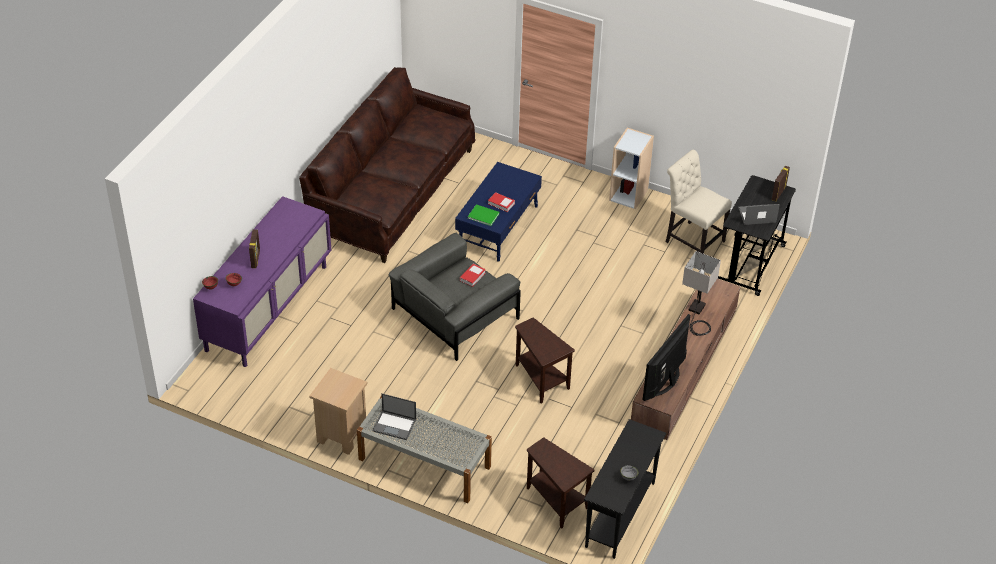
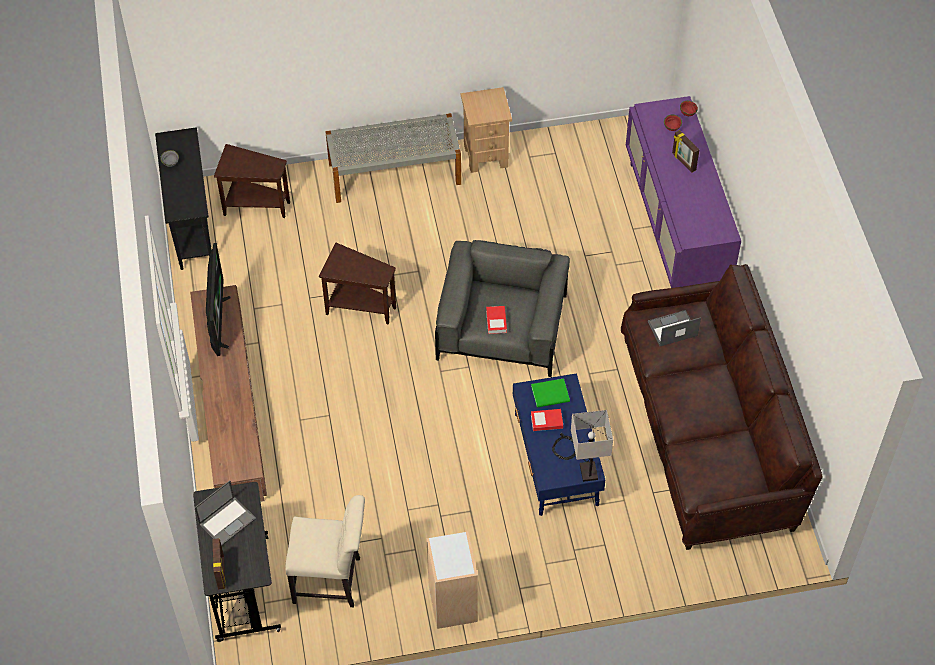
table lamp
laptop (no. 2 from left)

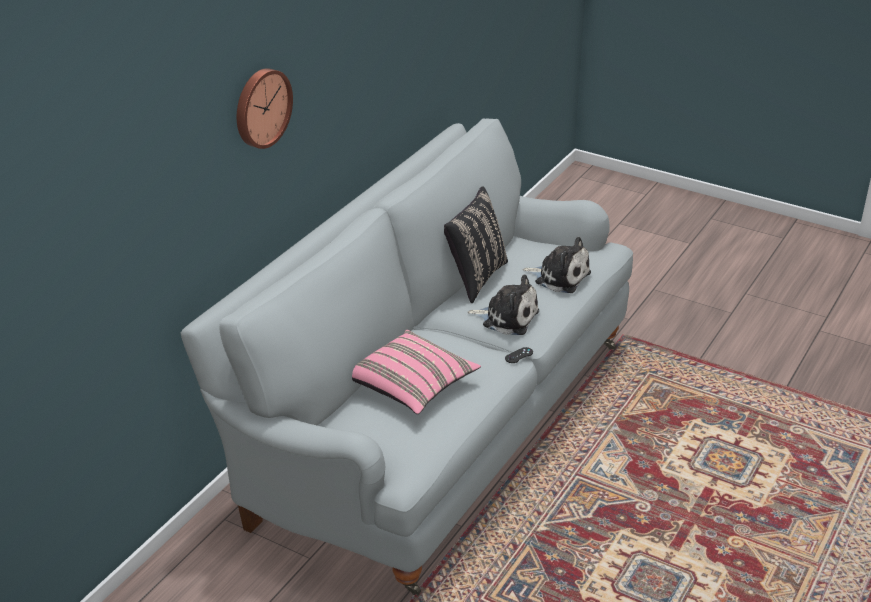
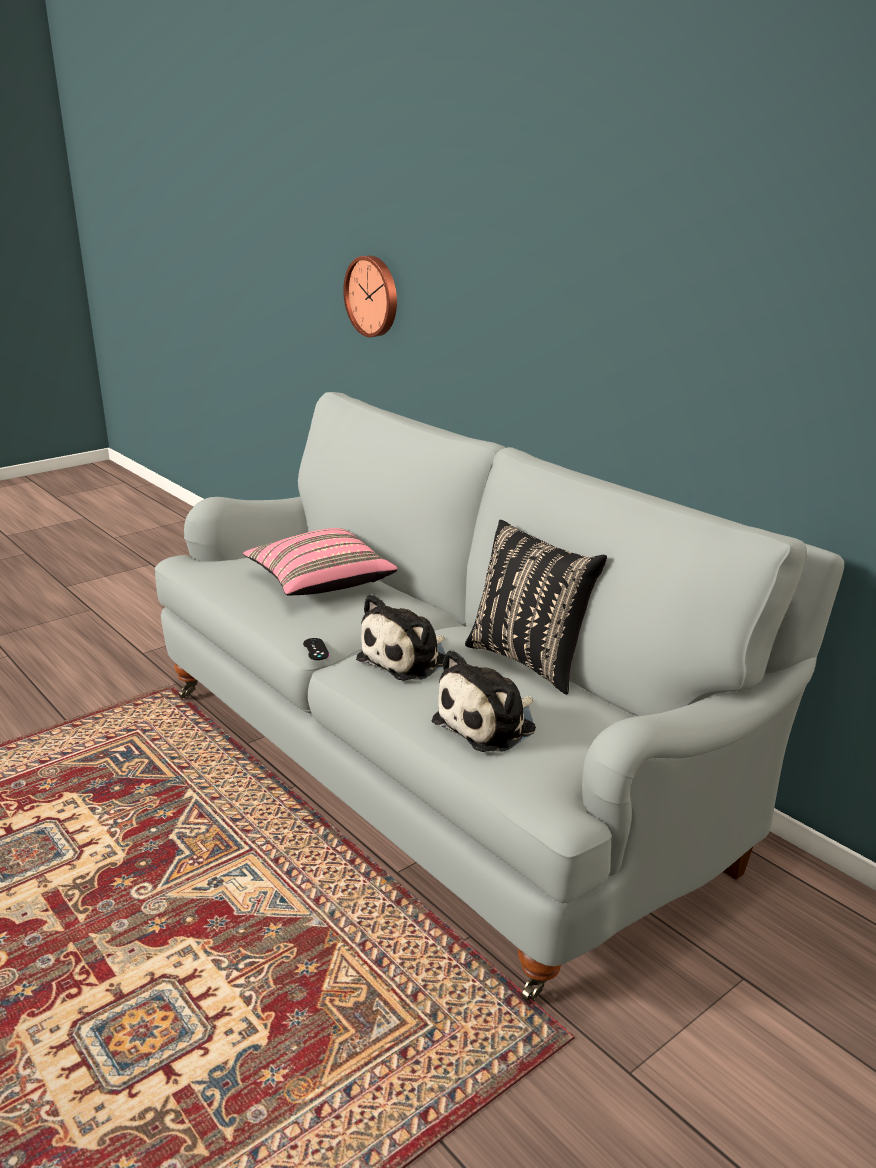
wall clock

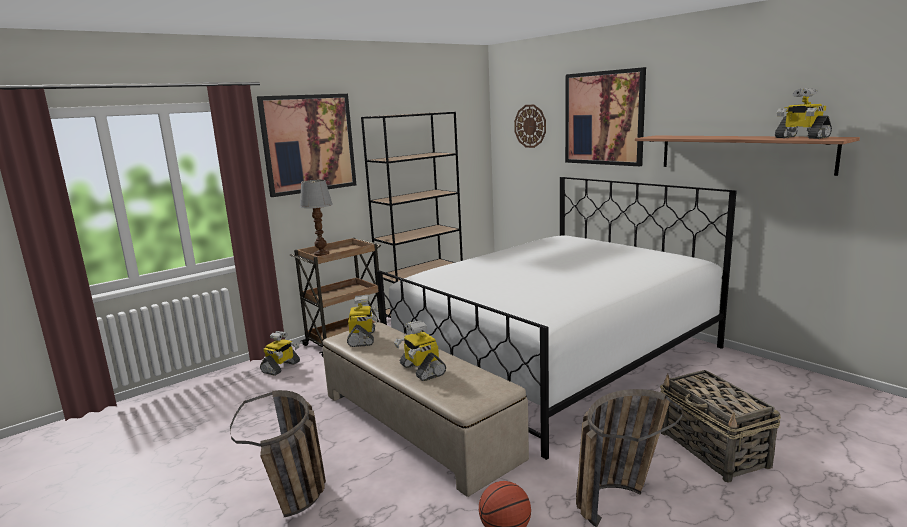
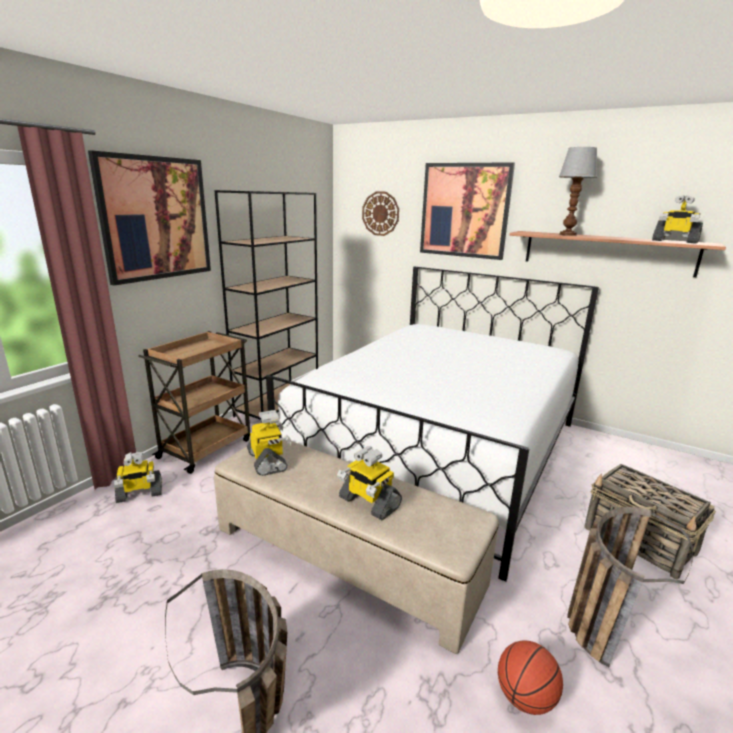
toy robot (no. 1 from left)
table lamp

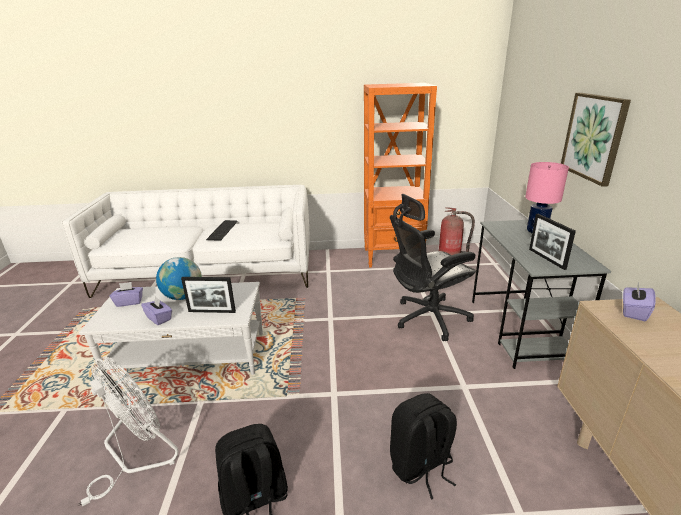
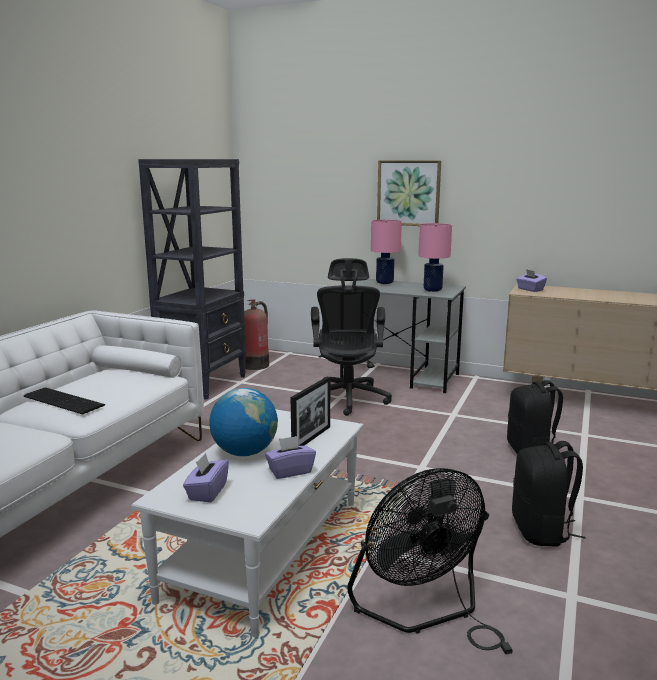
black bookcase
black fan
pink table lamp (no. 2 from left)

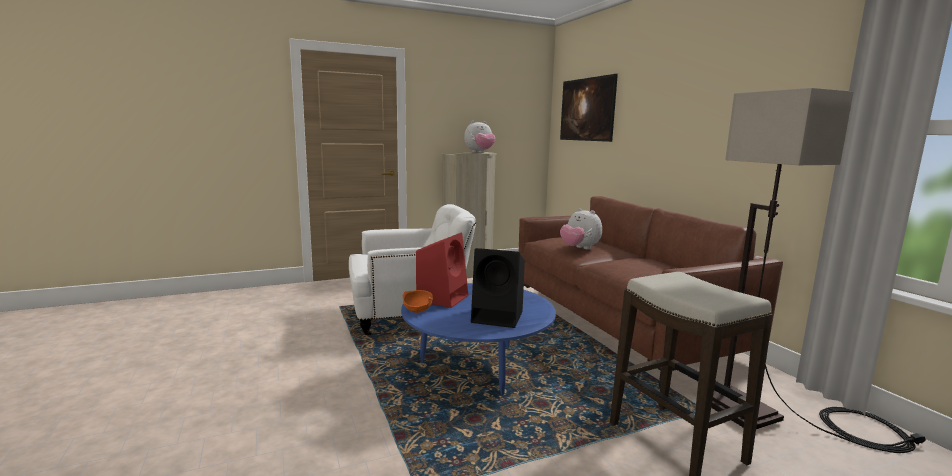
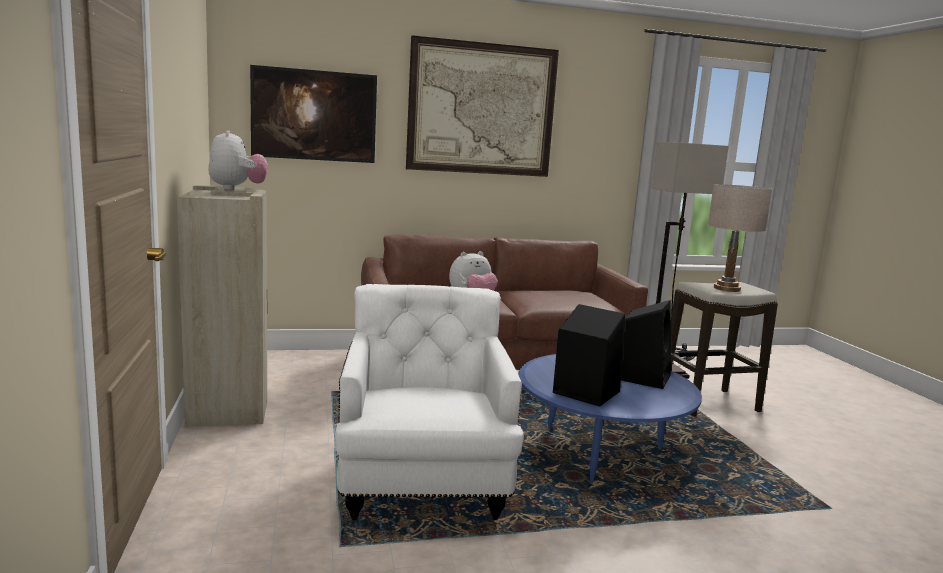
picture (no. 2 from left)
black speaker (no. 1 from left)
beige table lamp
orange bowl

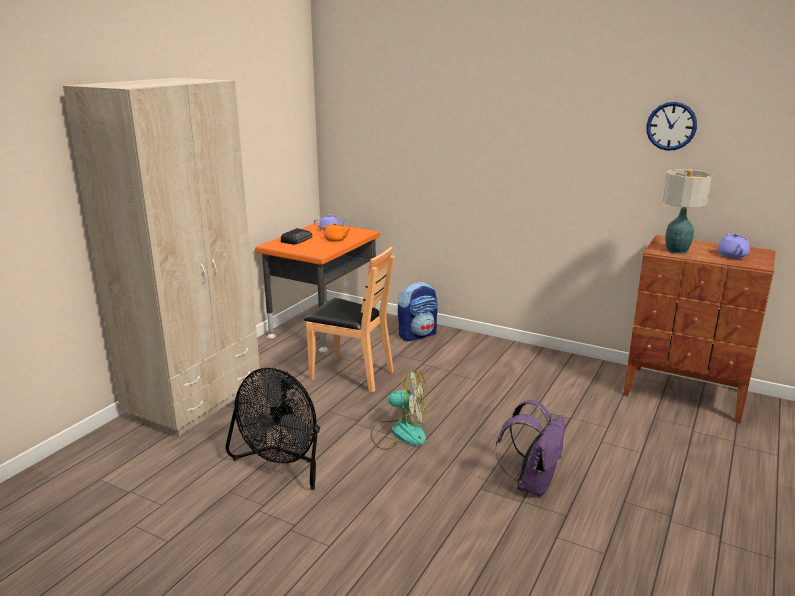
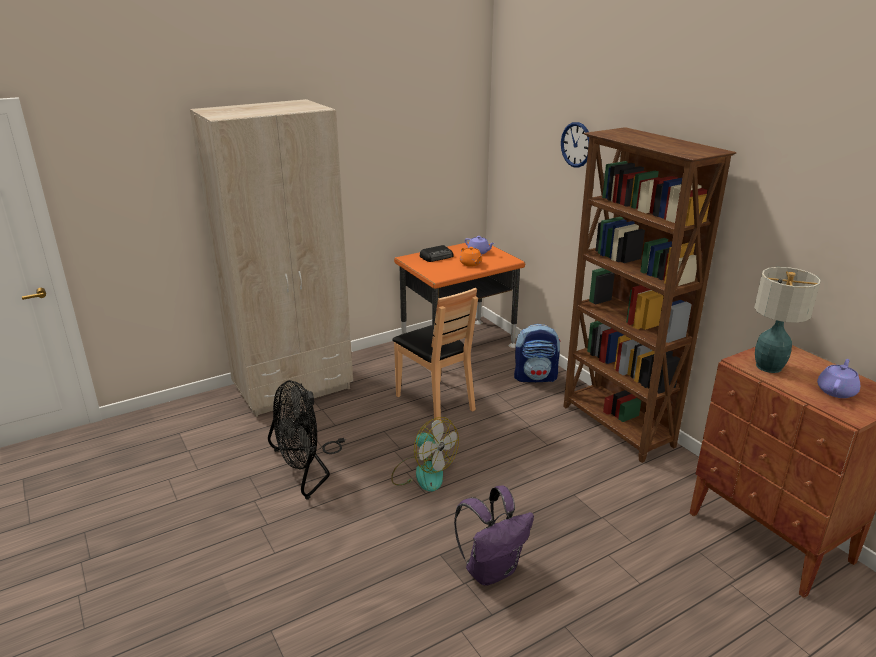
wall clock
brown bookcase

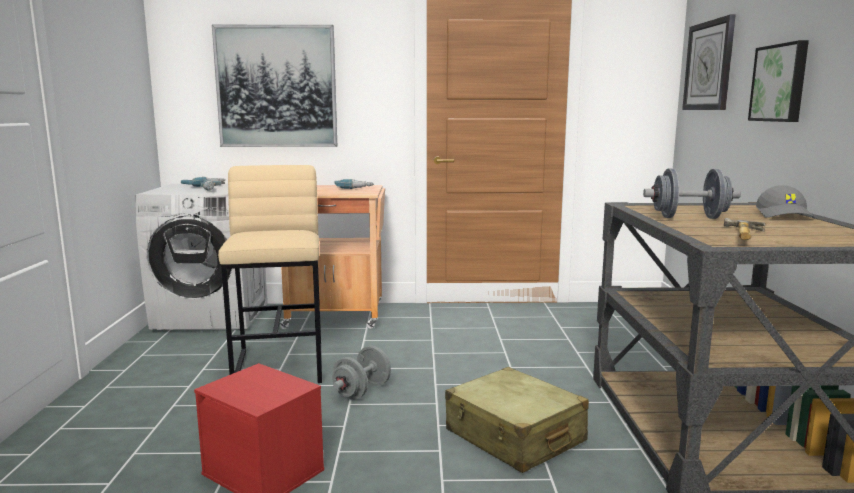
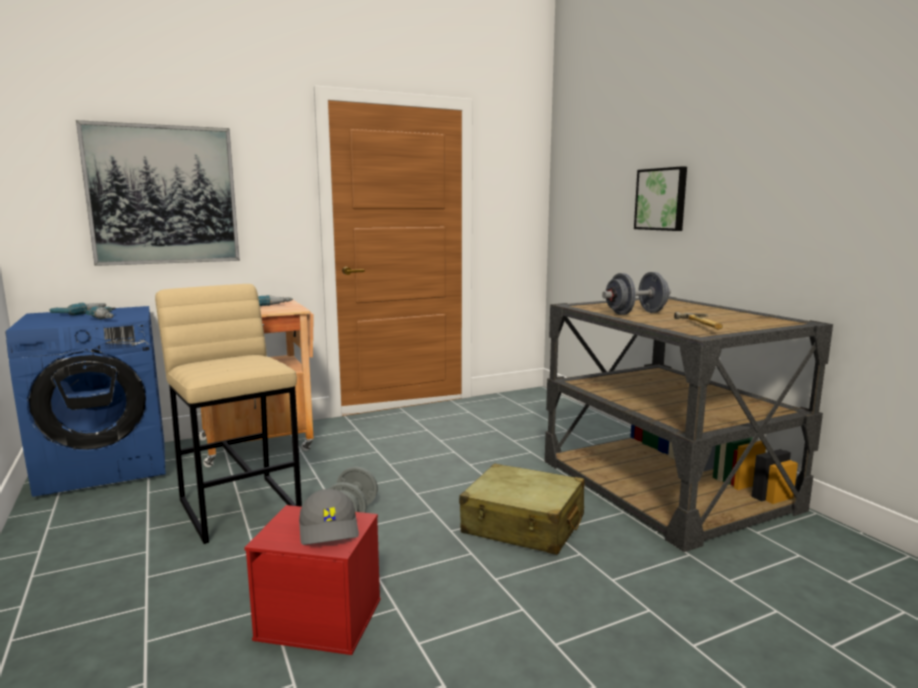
blue washing machine
grey cap
wall clock

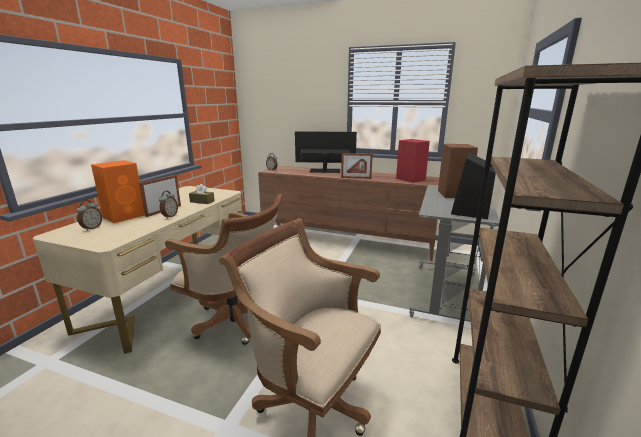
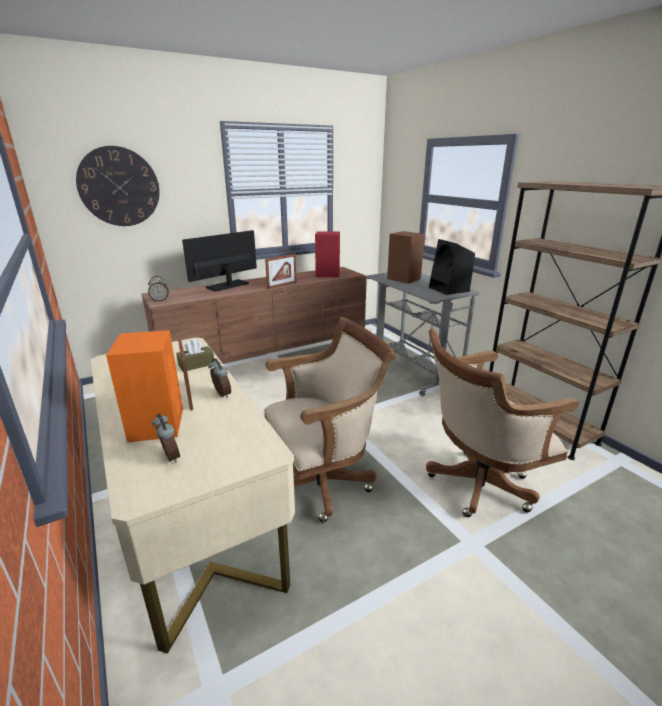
wall clock

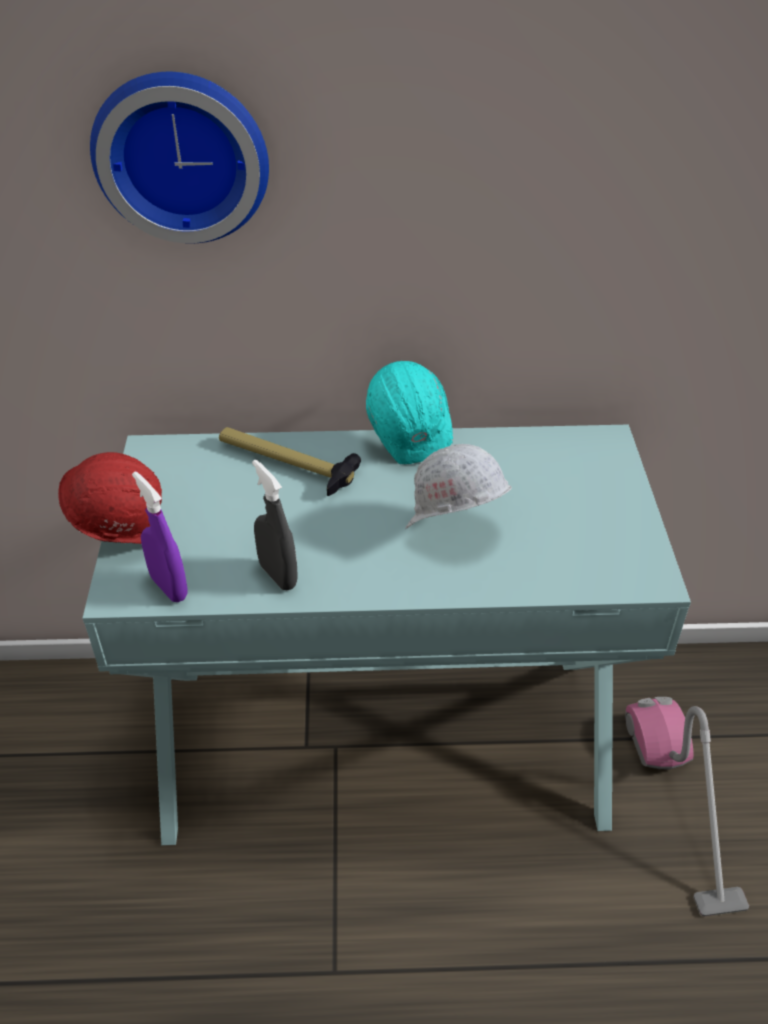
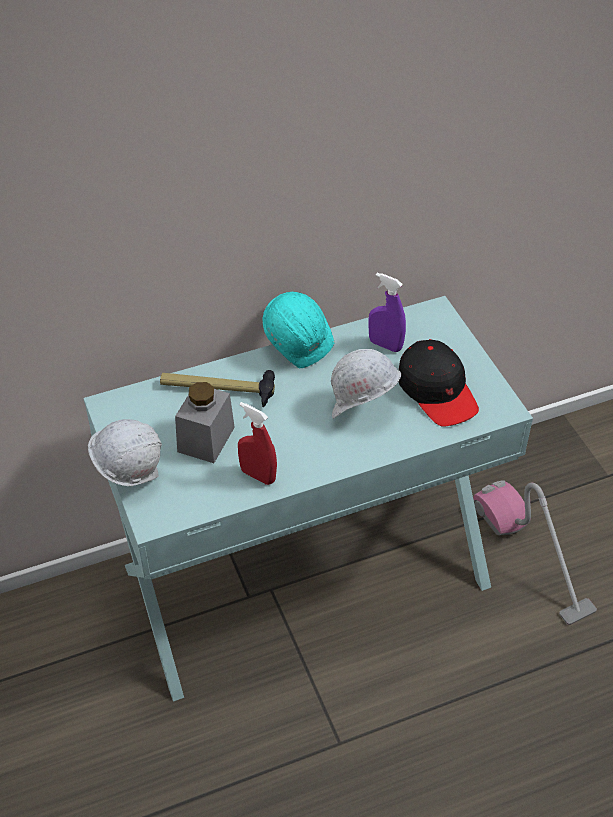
white hard hat (no. 1 from left)
grey jar
red spray bottle
purple spray bottle
black cap
wall clock

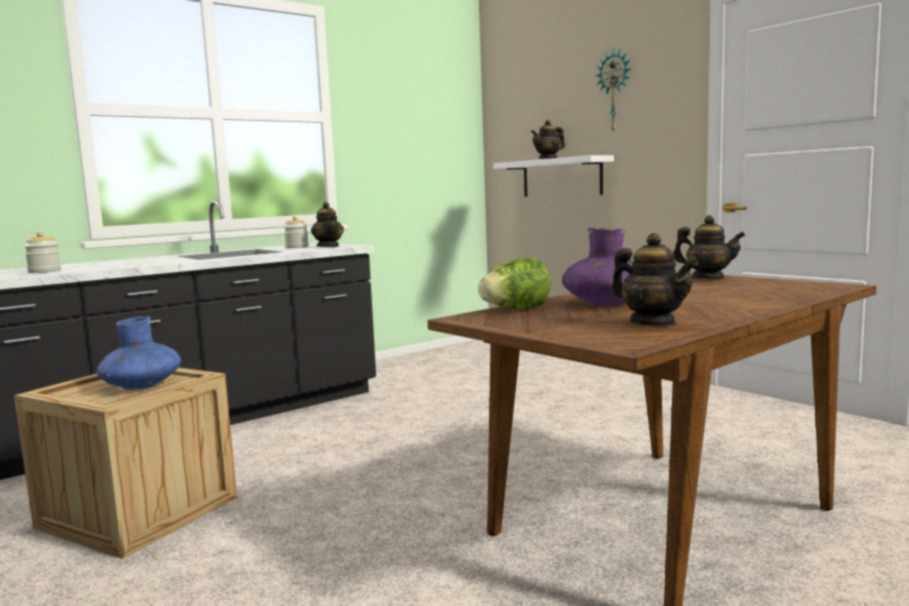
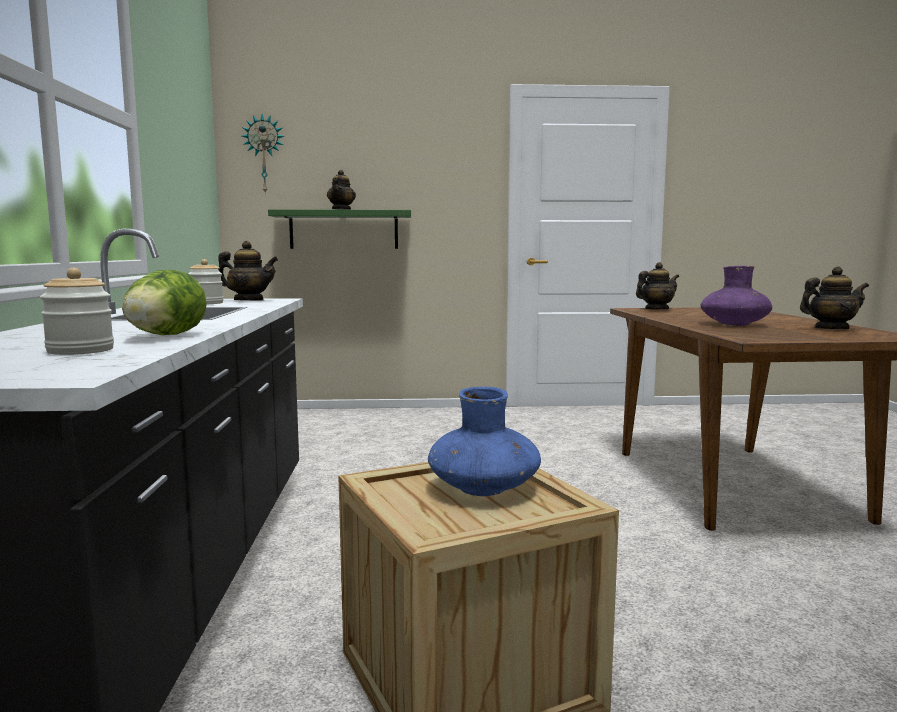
lettuce
wall clock
green shelf

